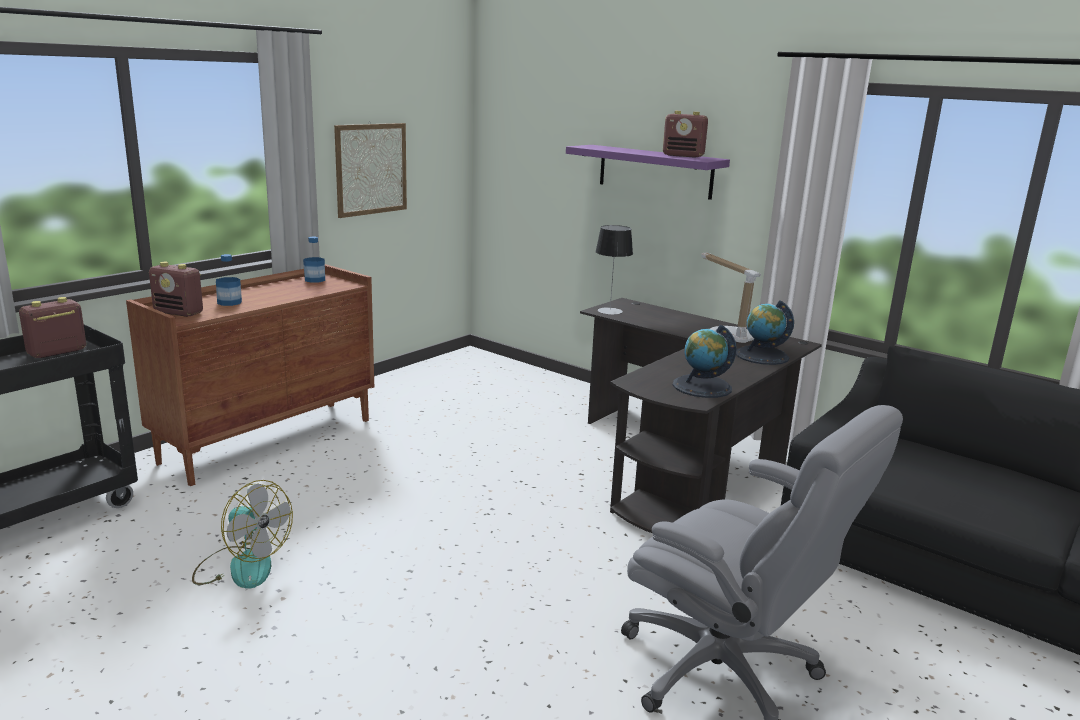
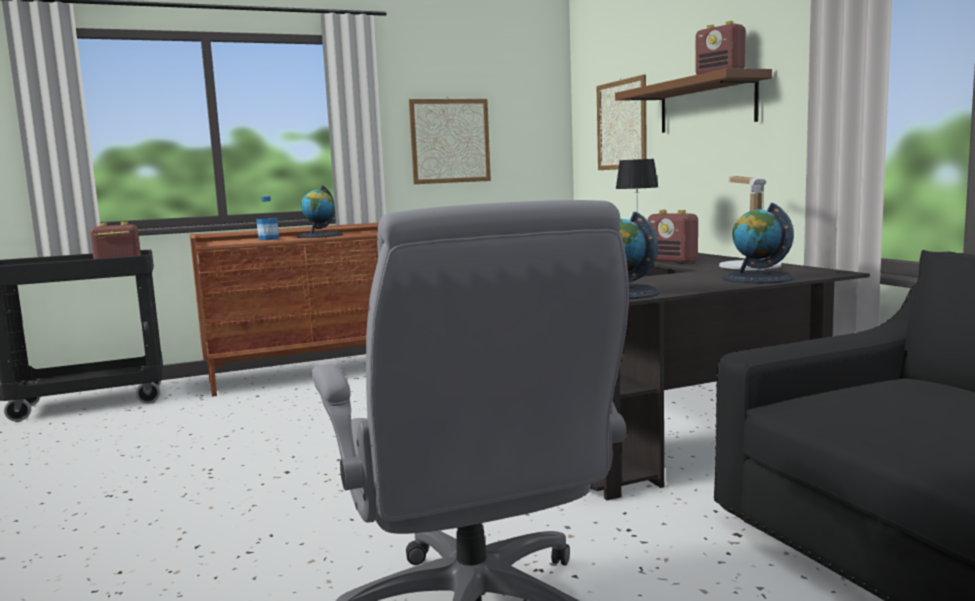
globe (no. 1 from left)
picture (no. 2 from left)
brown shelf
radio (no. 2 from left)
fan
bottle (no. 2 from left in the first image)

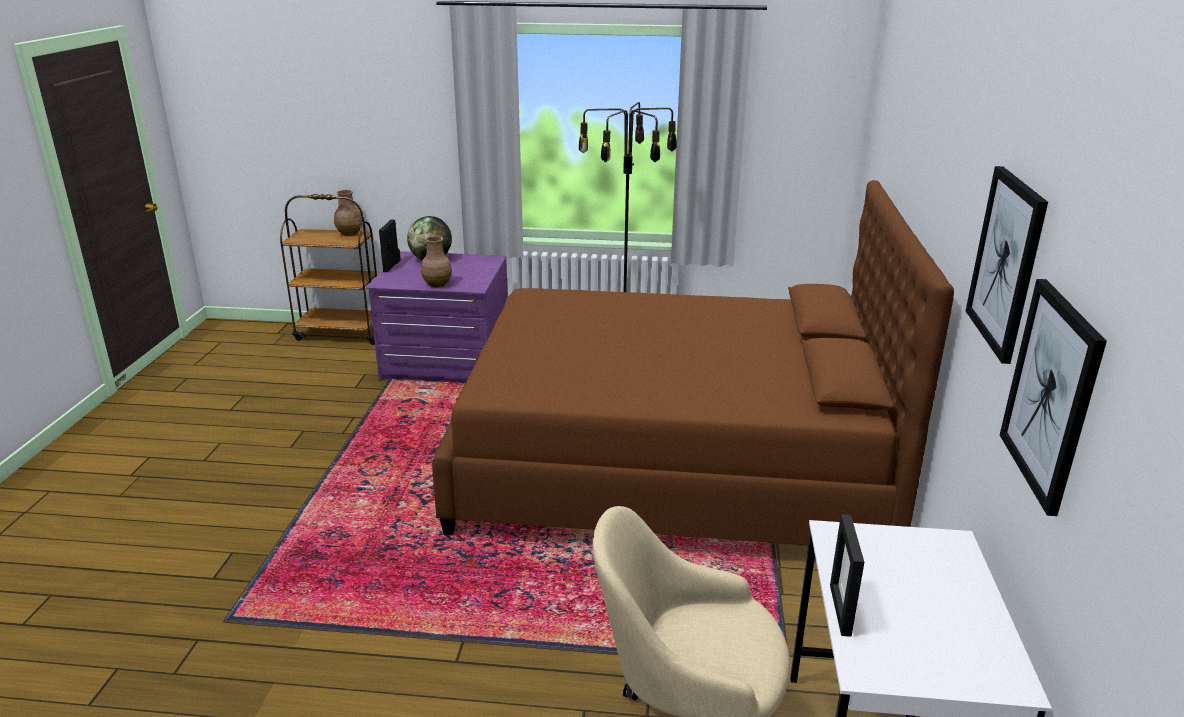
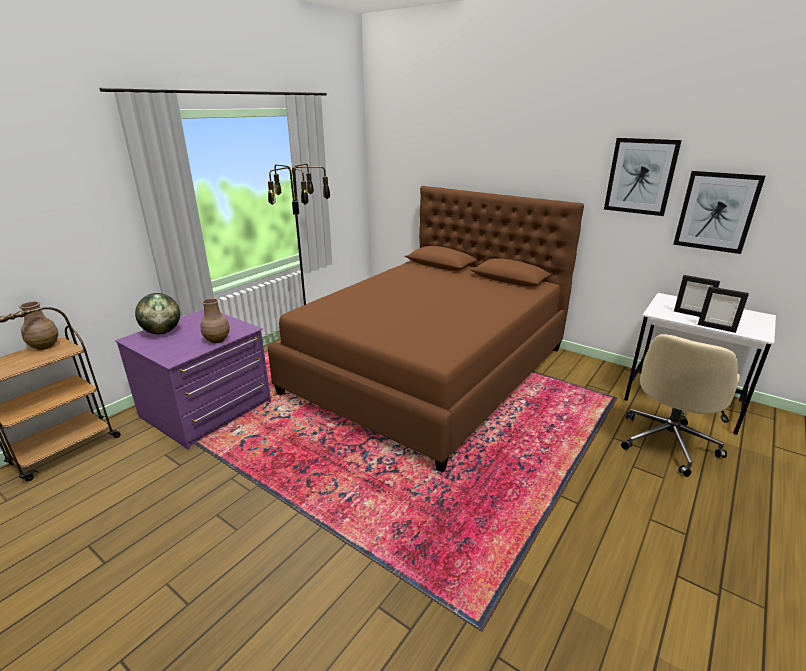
picture frame (no. 1 from left)

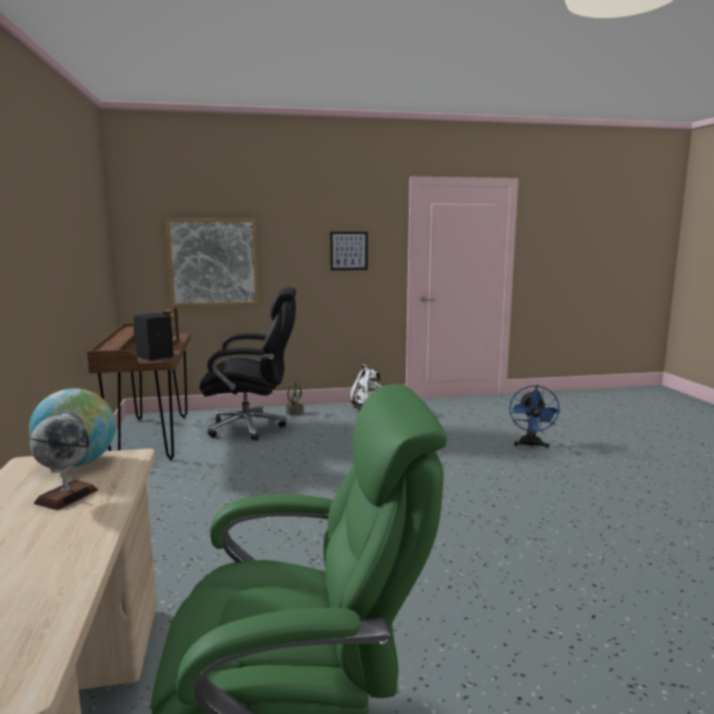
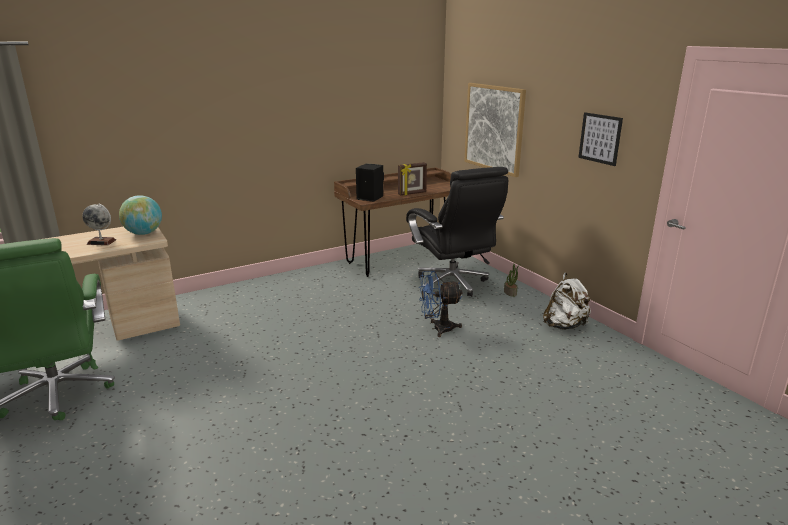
blue fan

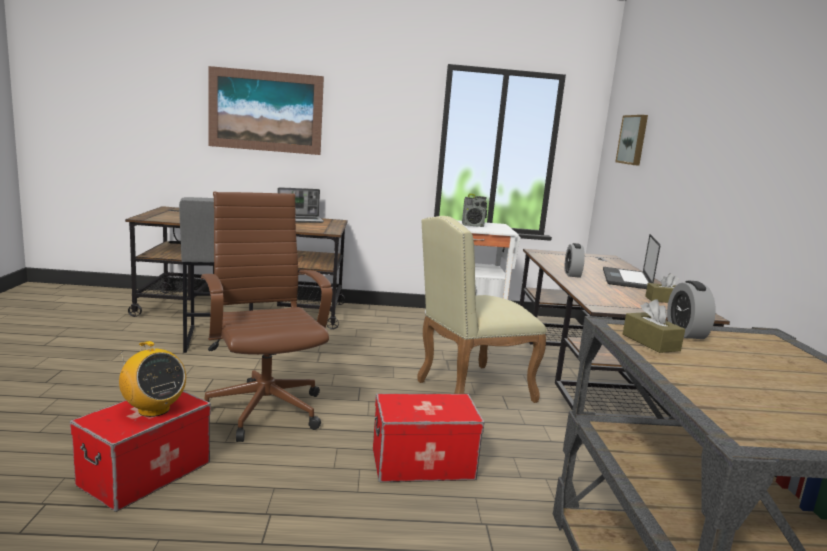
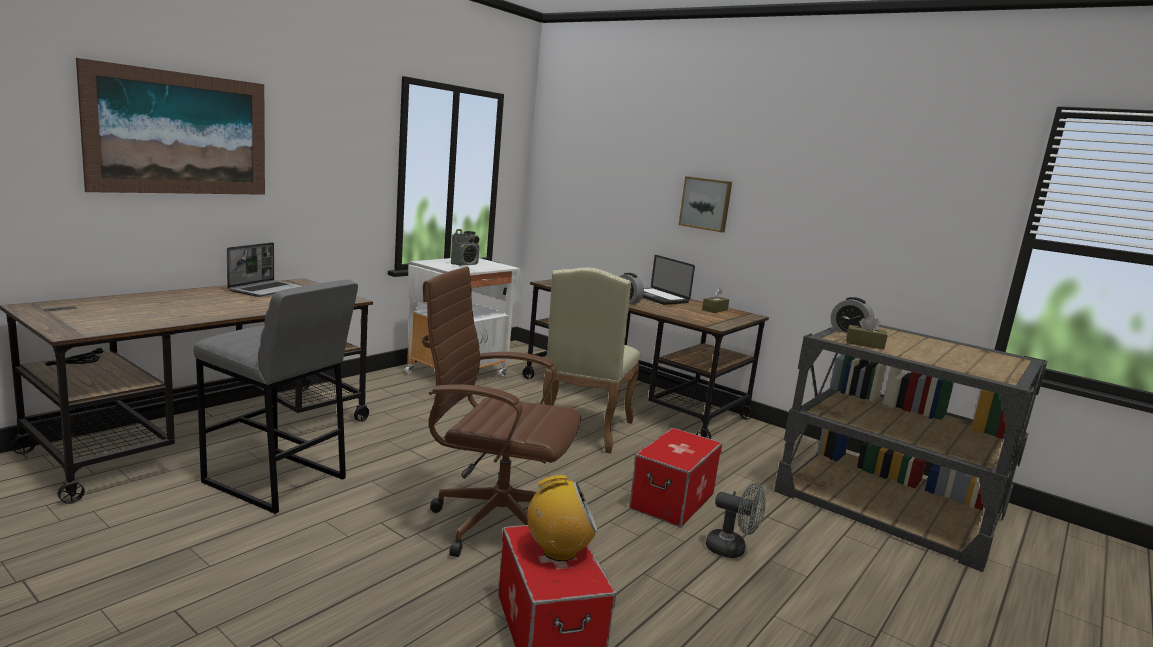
picture (no. 2 from left)
grey fan

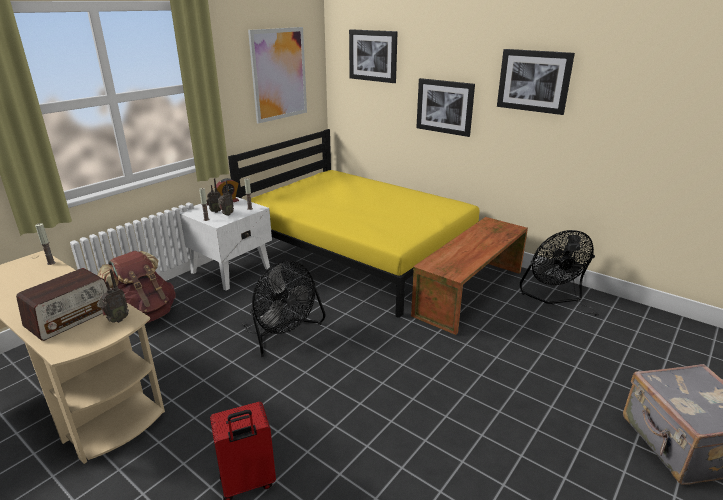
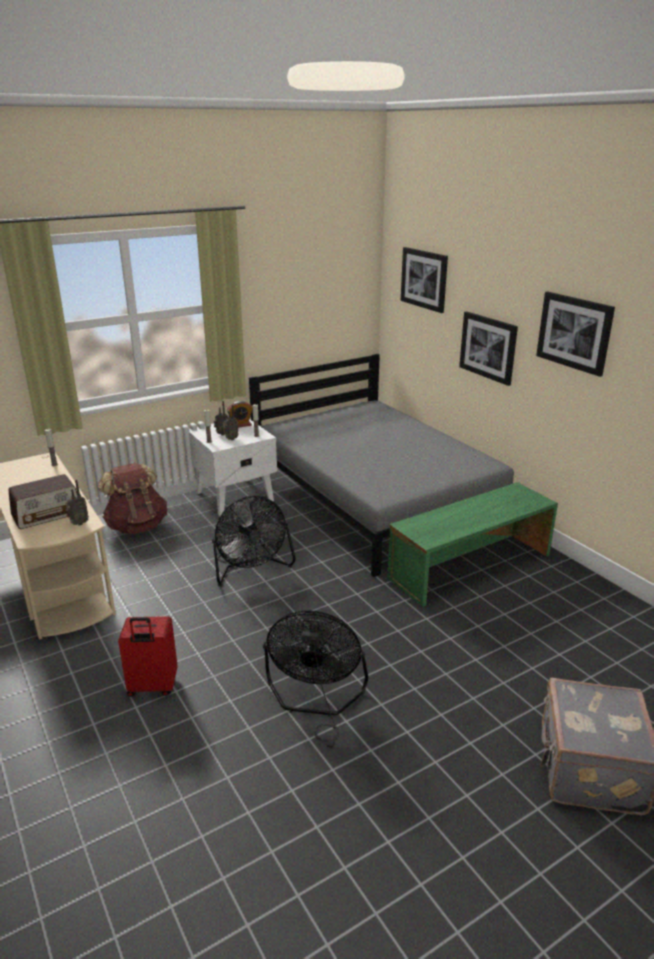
grey bed
black fan (no. 2 from left)
green bench
picture (no. 1 from left in the first image)

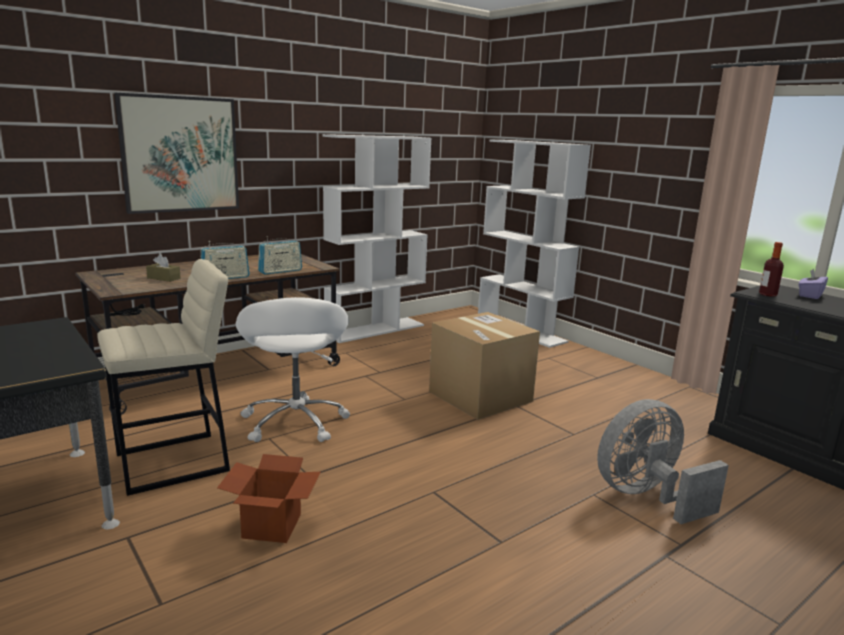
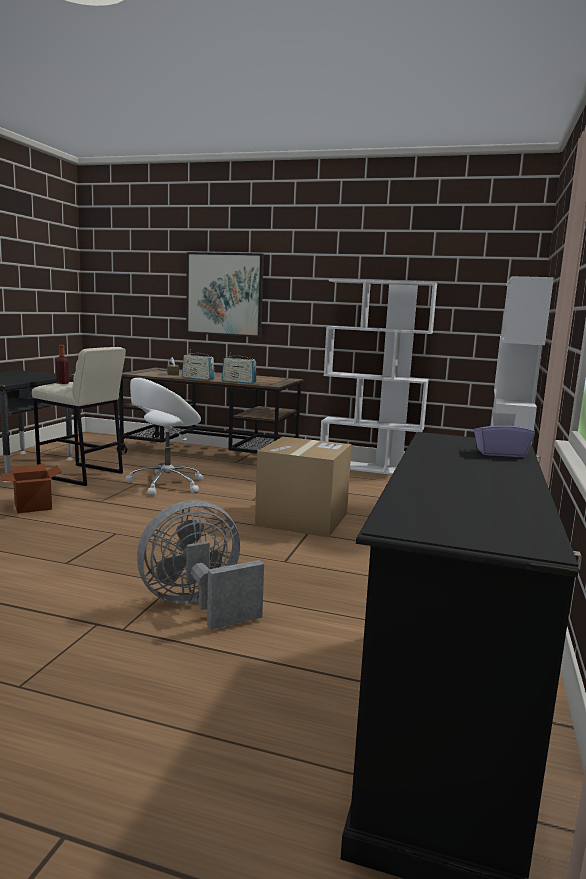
bottle
grey fan

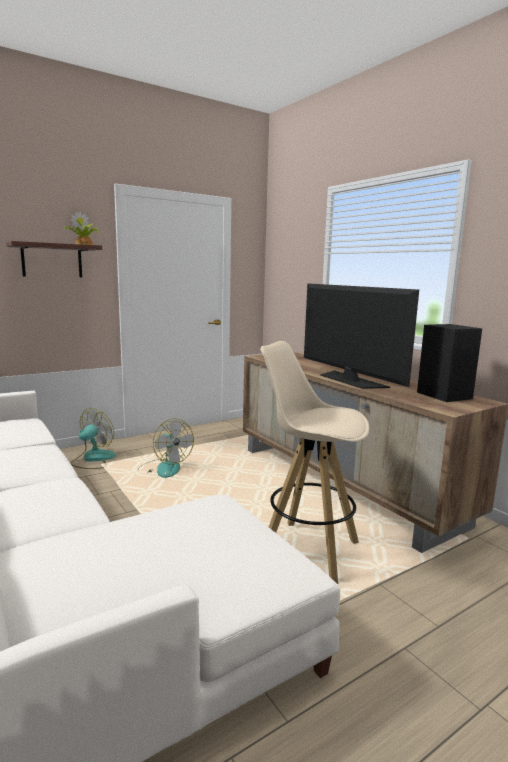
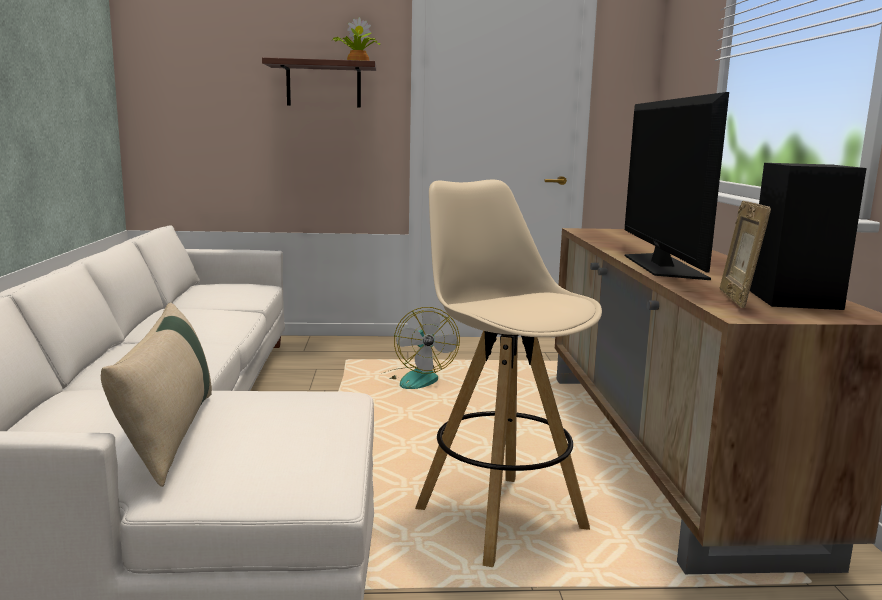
beige pillow
picture frame
fan (no. 1 from left in the first image)

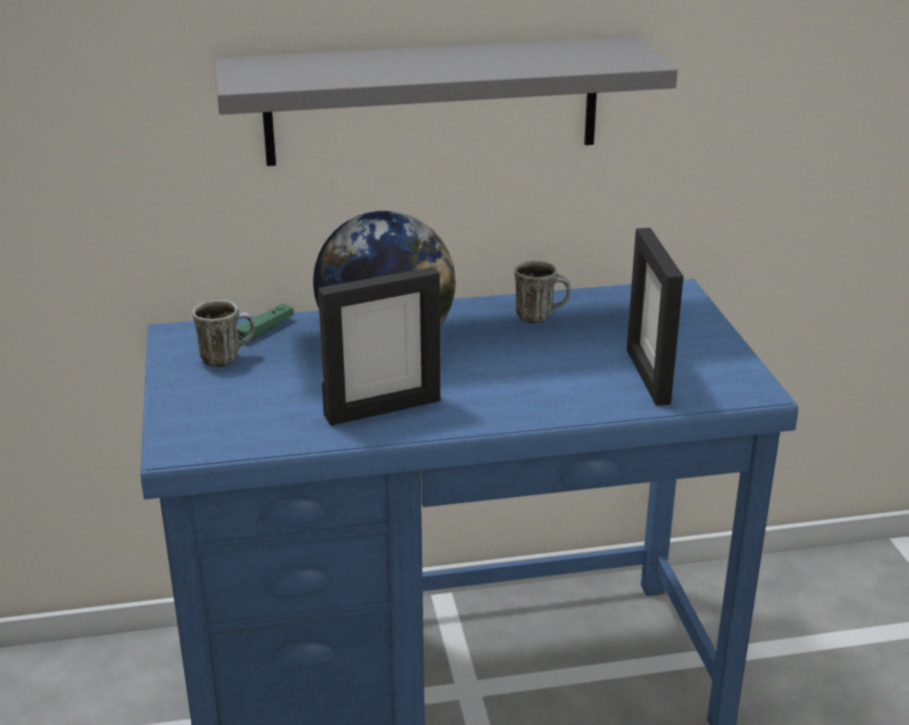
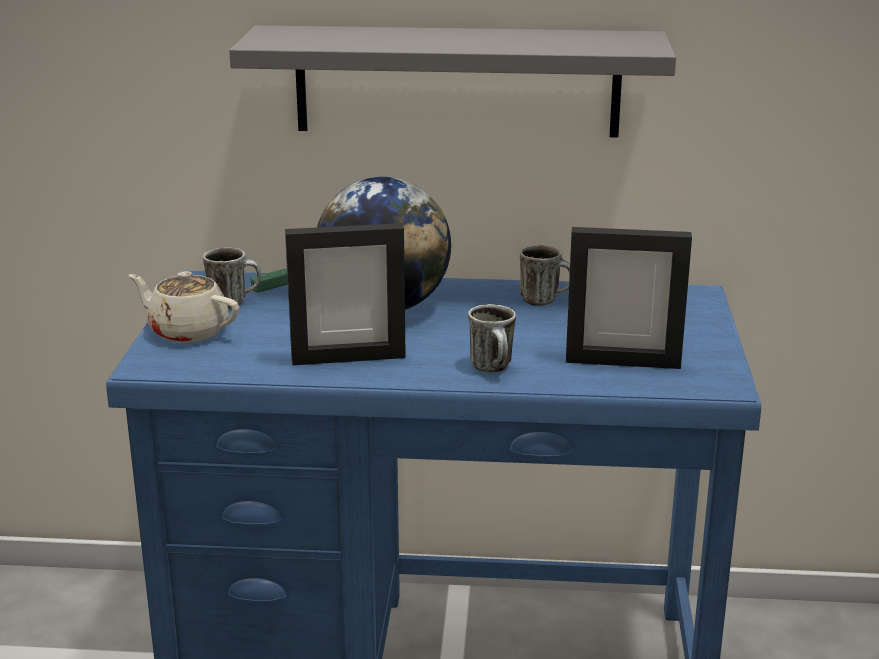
beige teapot
mug (no. 2 from left)
picture frame (no. 2 from left)

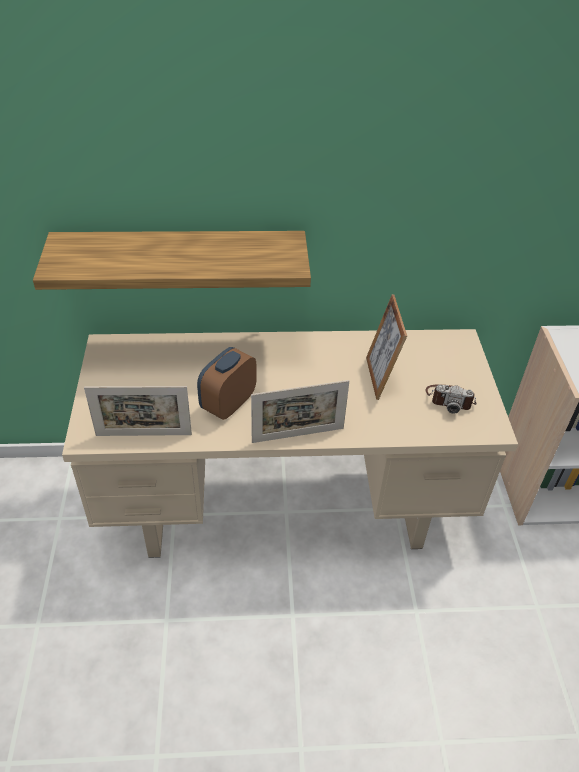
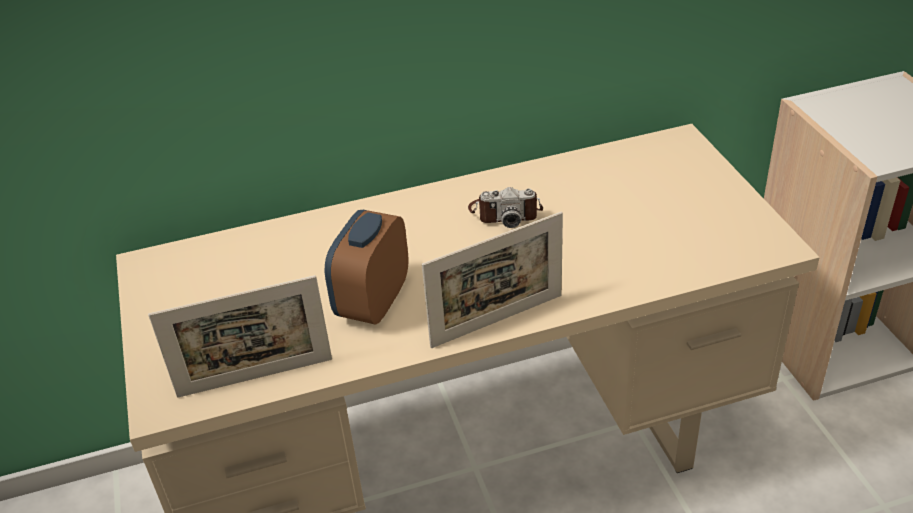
photo camera
shelf
picture frame (no. 3 from left in the first image)

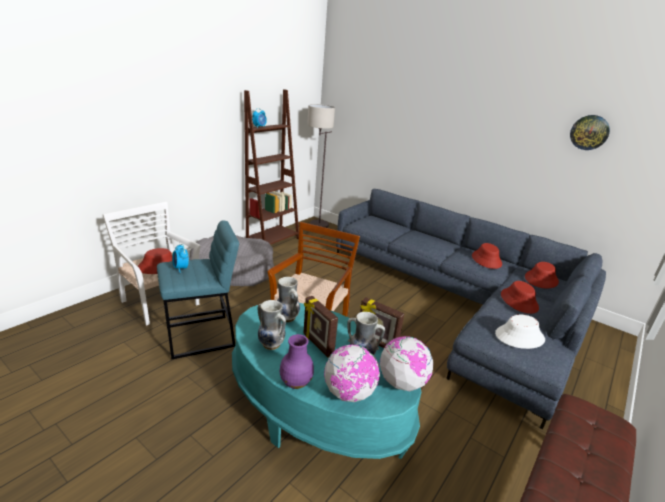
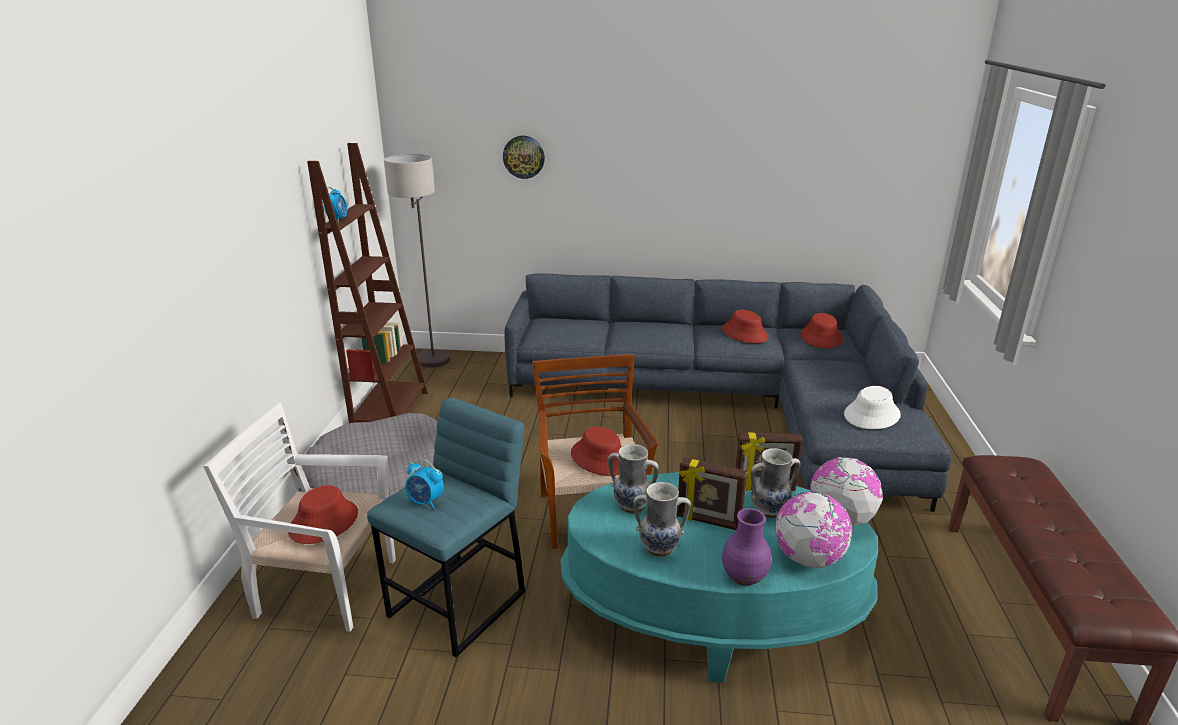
wall clock
red hat (no. 2 from left)

